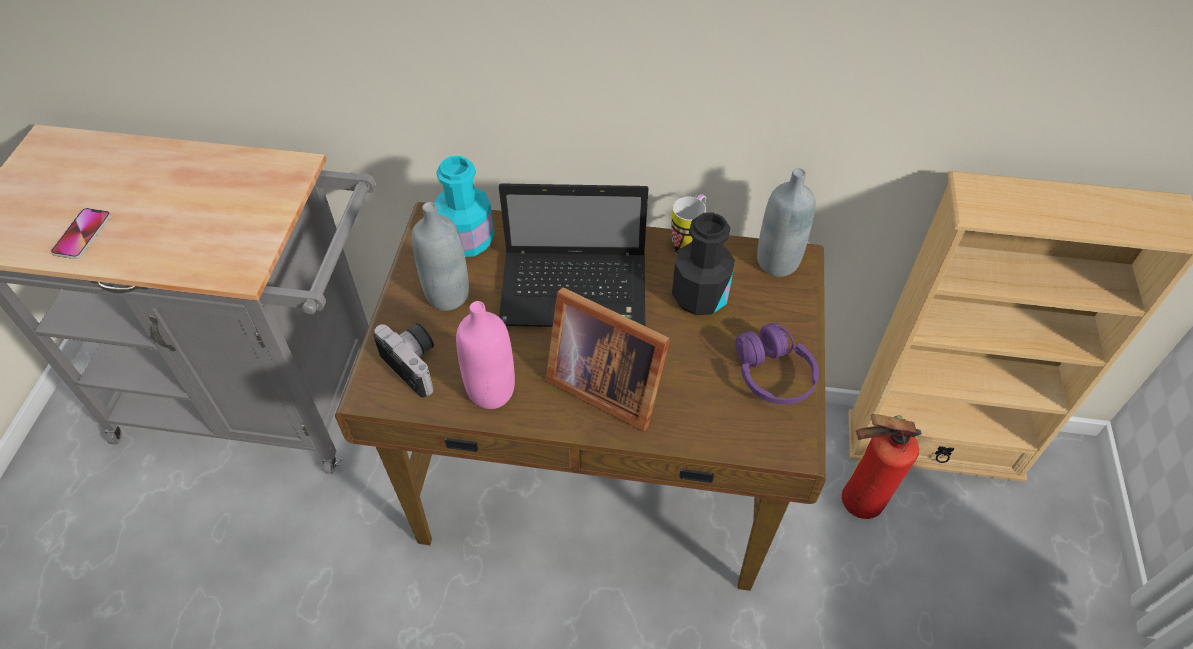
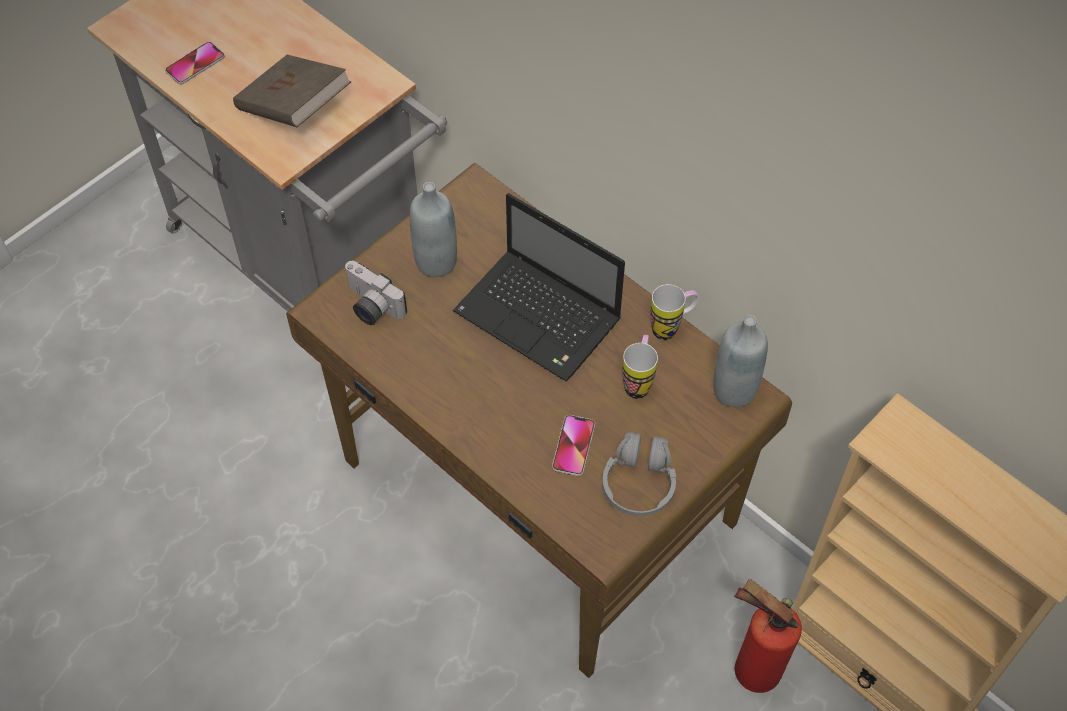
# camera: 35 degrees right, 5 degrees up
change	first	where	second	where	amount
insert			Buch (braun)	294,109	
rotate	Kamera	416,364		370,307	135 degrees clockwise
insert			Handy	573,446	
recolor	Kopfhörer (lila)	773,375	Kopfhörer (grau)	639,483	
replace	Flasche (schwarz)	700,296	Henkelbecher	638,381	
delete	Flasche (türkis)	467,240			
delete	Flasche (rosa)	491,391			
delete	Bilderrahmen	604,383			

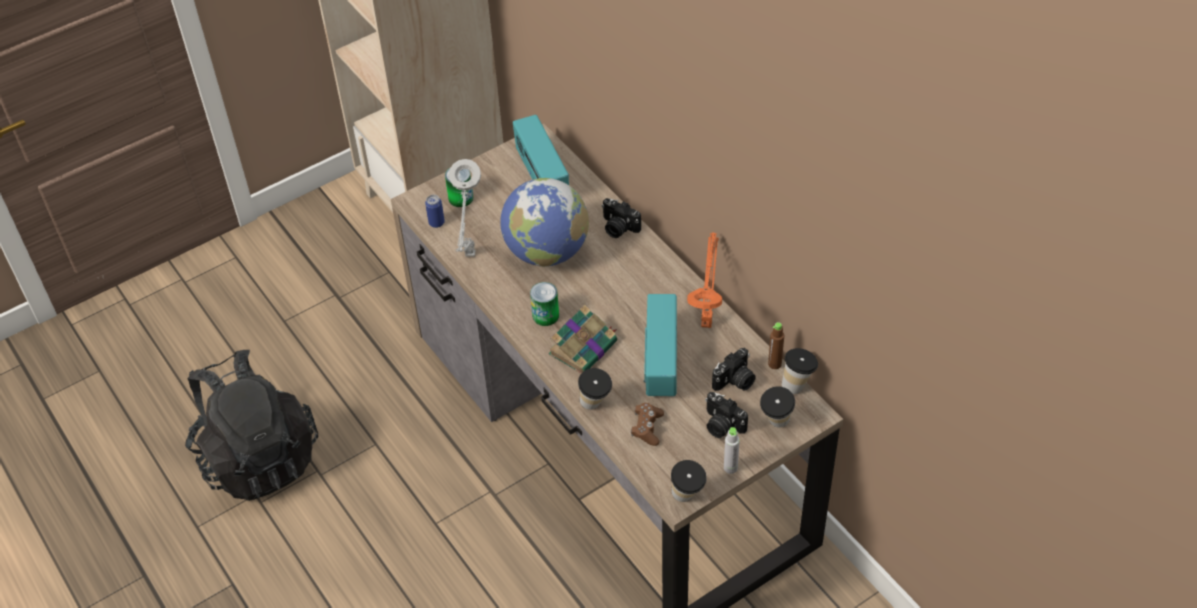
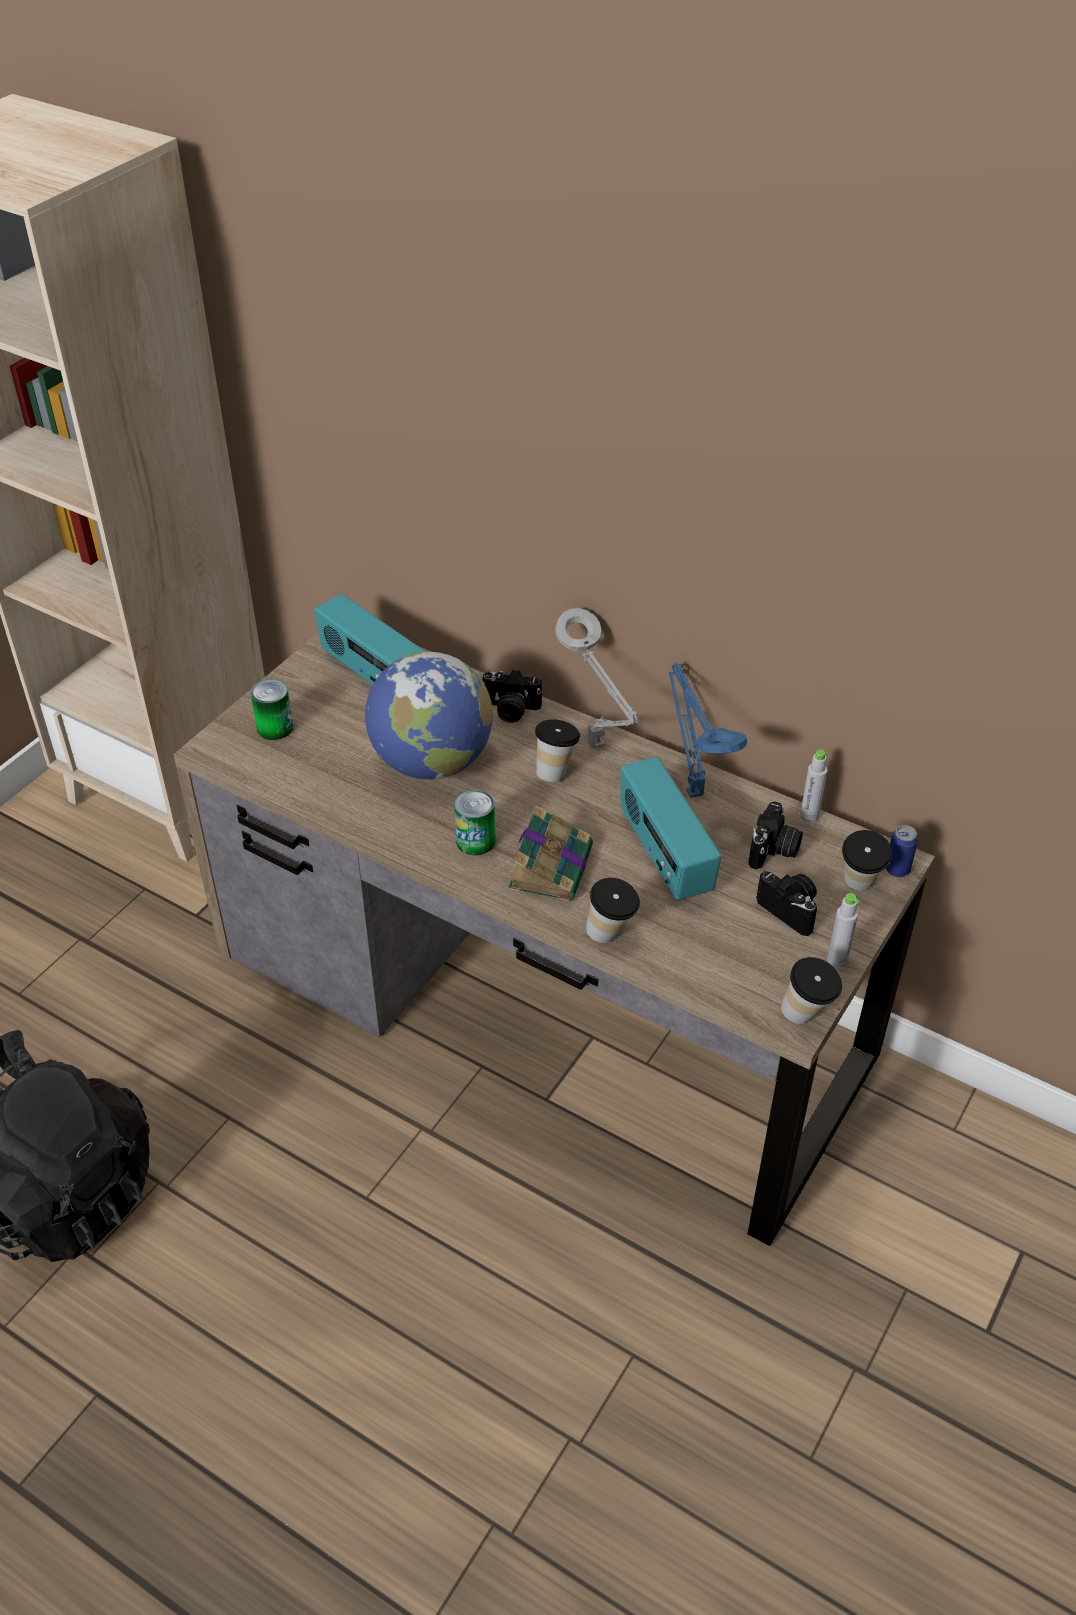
# camera: 25 degrees left, 5 degrees down
change	first	where	second	where	amount
move	Tasse	797,384		556,771	
move	Tischlampe (grau)	470,257		598,748	
recolor	Tischlampe (orange)	706,322	Tischlampe (blau)	693,790	
rotate	Kamera	721,425		791,910	150 degrees counterclockwise
recolor	Flasche (braun)	774,364	Flasche (grau)	809,815	
move	Dose	436,223		897,869	
delete	Gamepad (braun)	647,428			

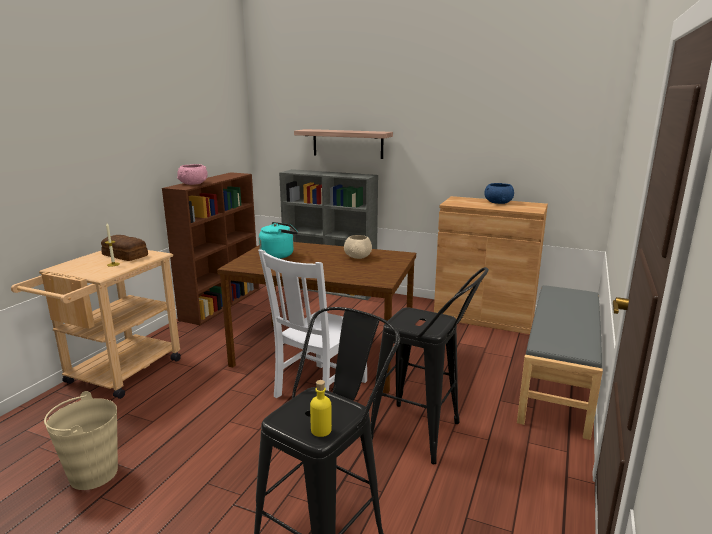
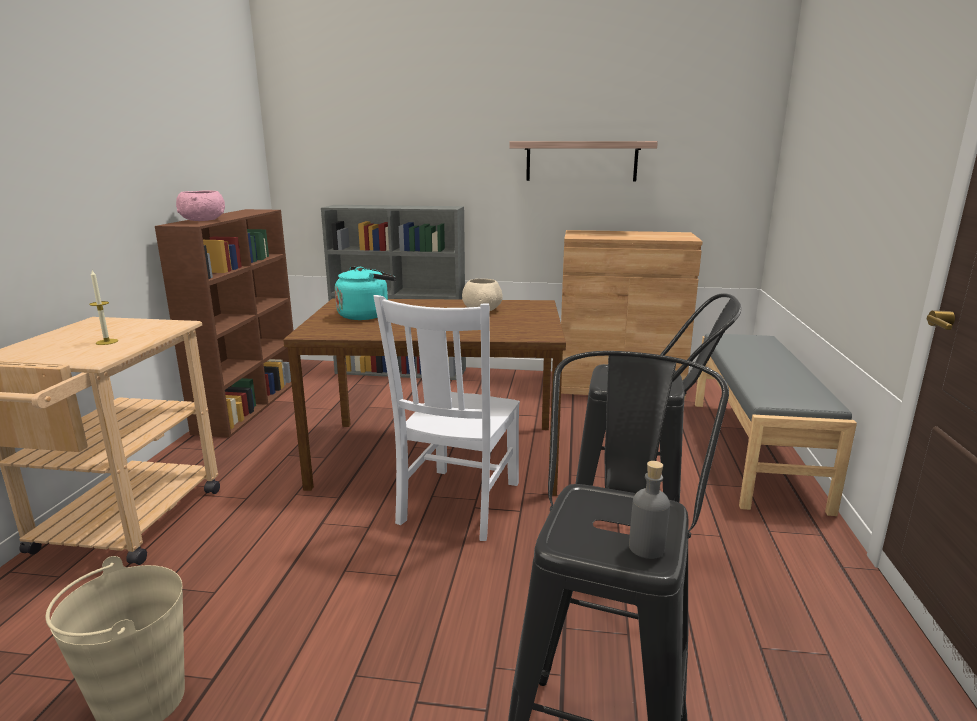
# camera: 15 degrees left, 0 degrees up
change	first	where	second	where	amount
move	Wandregal	347,143		581,161	
recolor	Flasche (gelb)	321,430	Flasche (grau)	646,548	
delete	Brot	125,255			
delete	Schüssel (blau)	498,202			

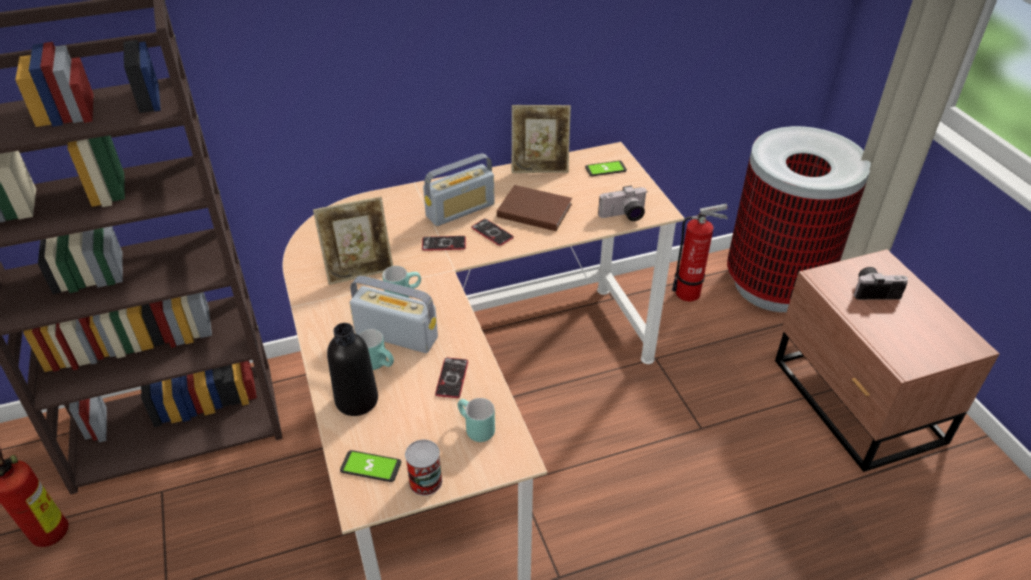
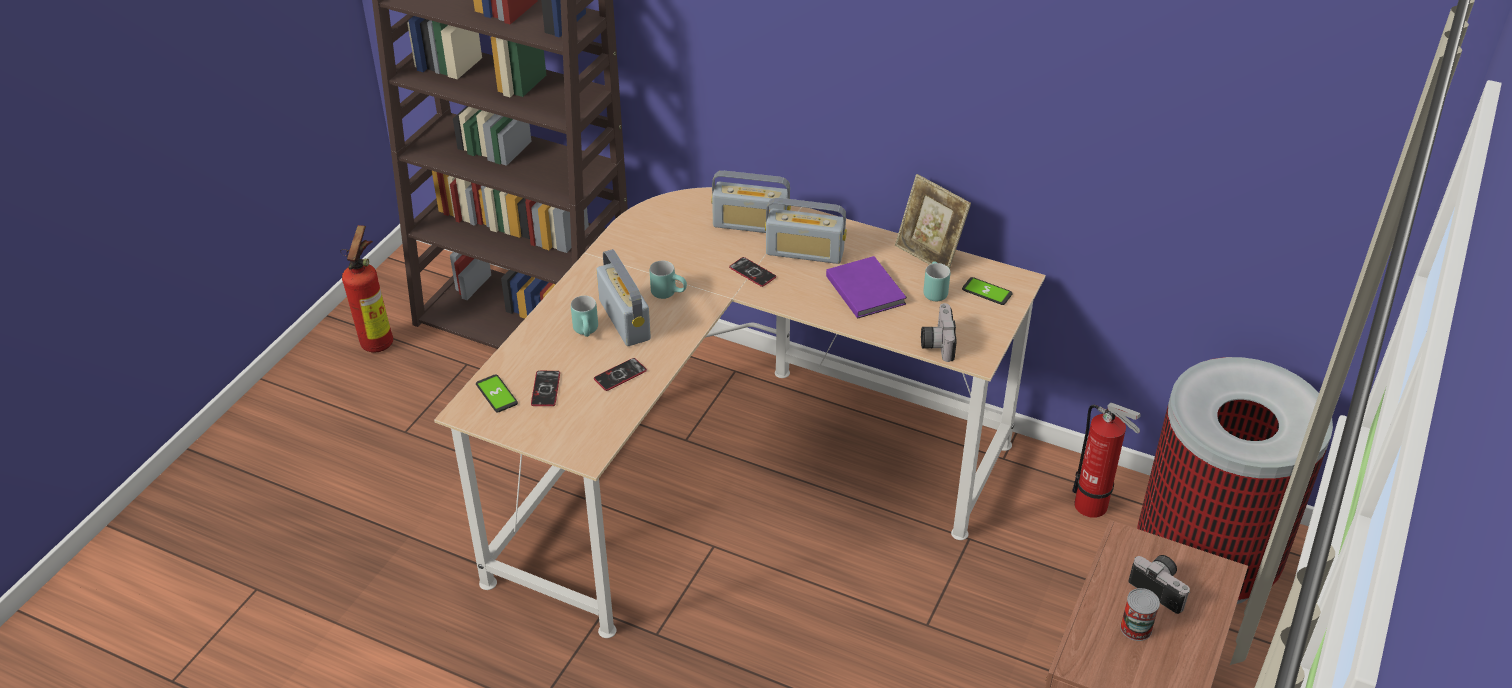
# camera: 45 degrees right, 0 degrees up
change	first	where	second	where	amount
move	Handy	492,233		545,389	
insert			Radio	751,224	
recolor	Buch (braun)	533,209	Buch (lila)	865,288	
rotate	Kamera	624,216		936,342	60 degrees clockwise
move	Henkelbecher (türkis)	474,429		932,291	
move	Dose	425,481		1136,628	
delete	Bilderrahmen	359,270			
delete	Flasche (schwarz)	356,400			

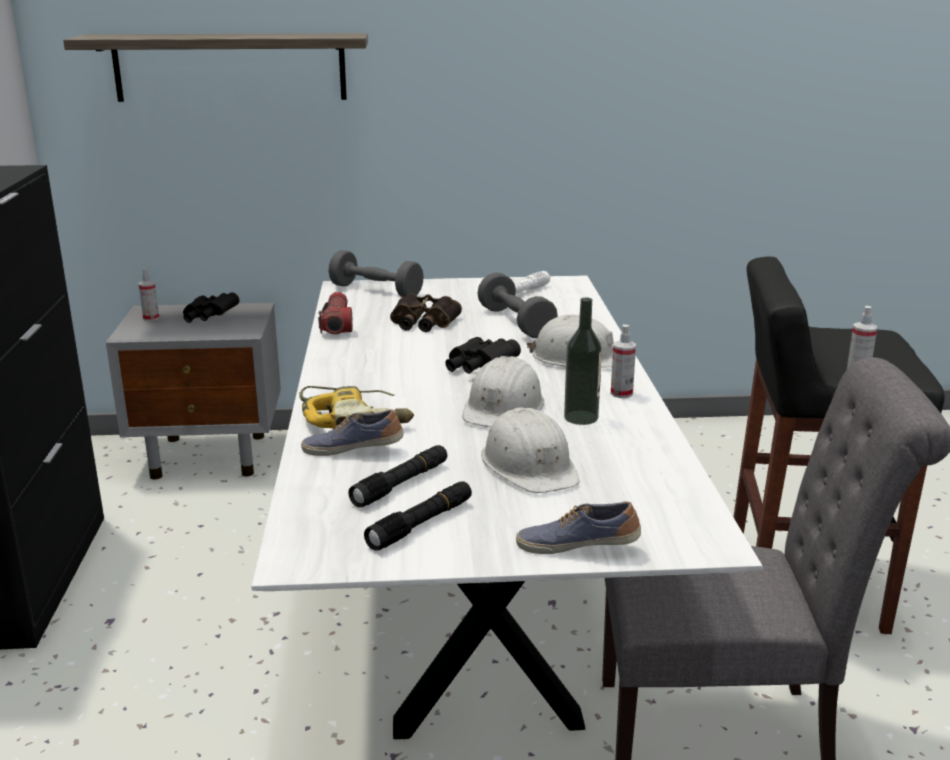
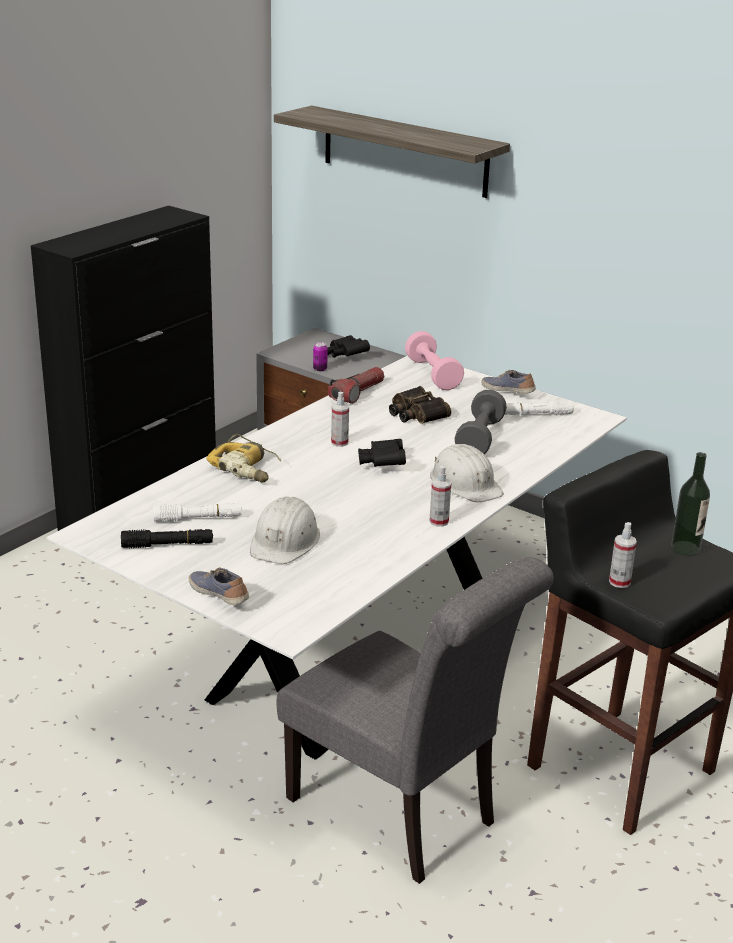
# camera: 40 degrees right, 5 degrees up
change	first	where	second	where	amount
recolor	Taschenlampe (schwarz)	401,484	Taschenlampe (weiß)	198,519	
insert			Dose	320,369	
move	Sprühflasche	151,318		339,442	
recolor	Hantel (grau)	376,291	Hantel (rosa)	433,374	
move	Schuh	353,449		508,391	
move	Flasche	581,417		685,548	
delete	Schutzhelm (weiß)	504,407			

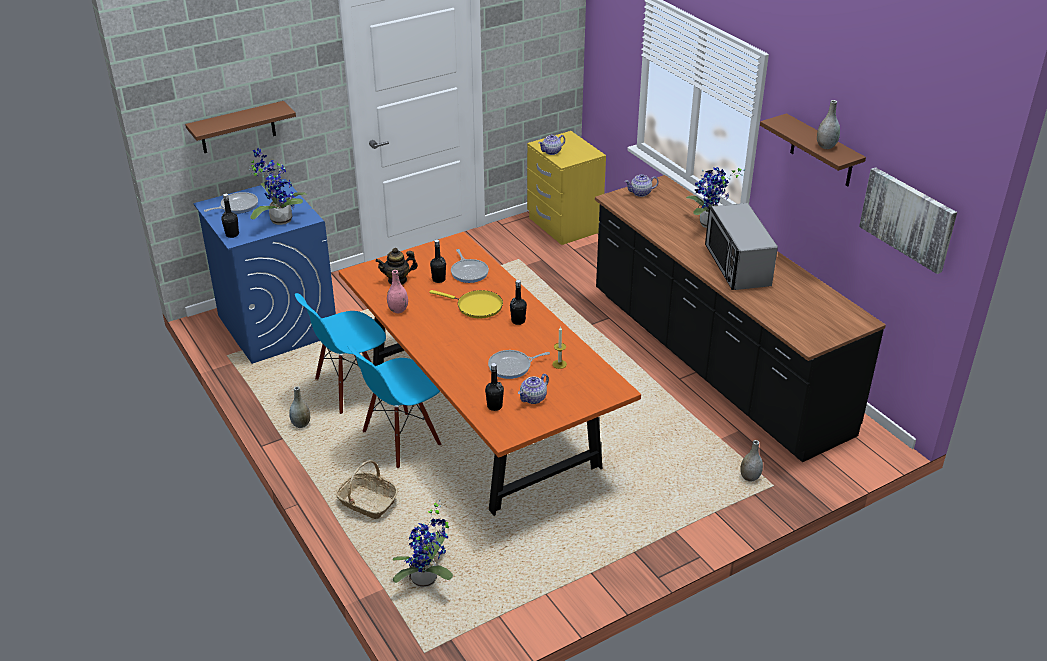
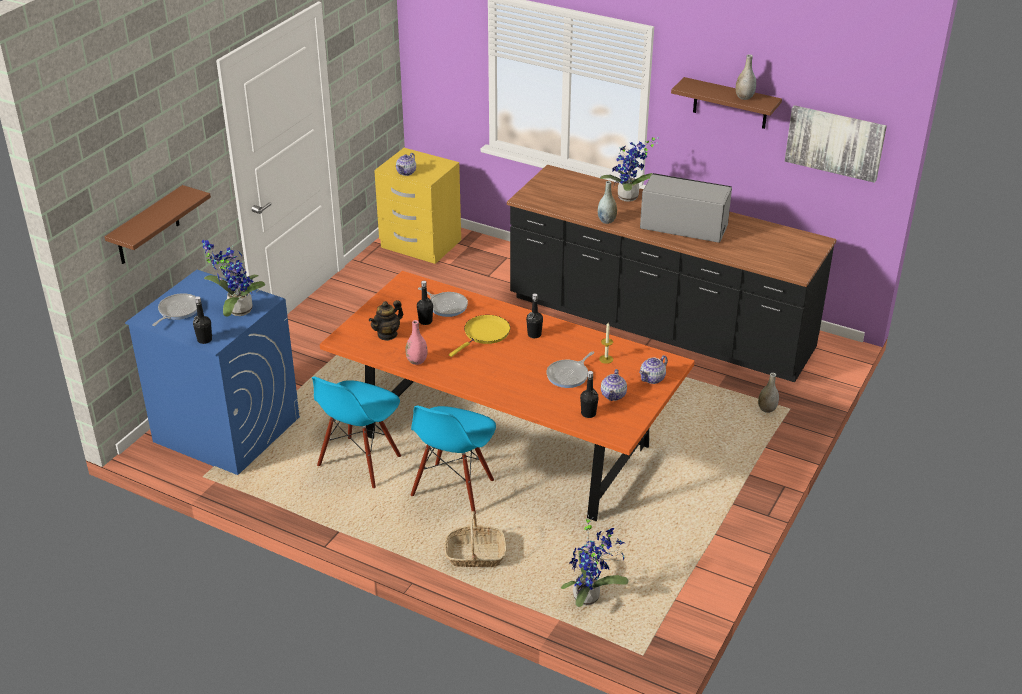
# camera: 30 degrees left, 0 degrees up
change	first	where	second	where	amount
rotate	Pfanne (gelb)	476,306		485,334	45 degrees counterclockwise
move	Vase (grau)	301,424		606,221	
move	Teekanne	641,193		652,378	
rotate	Mikrowelle	737,266		683,226	150 degrees clockwise

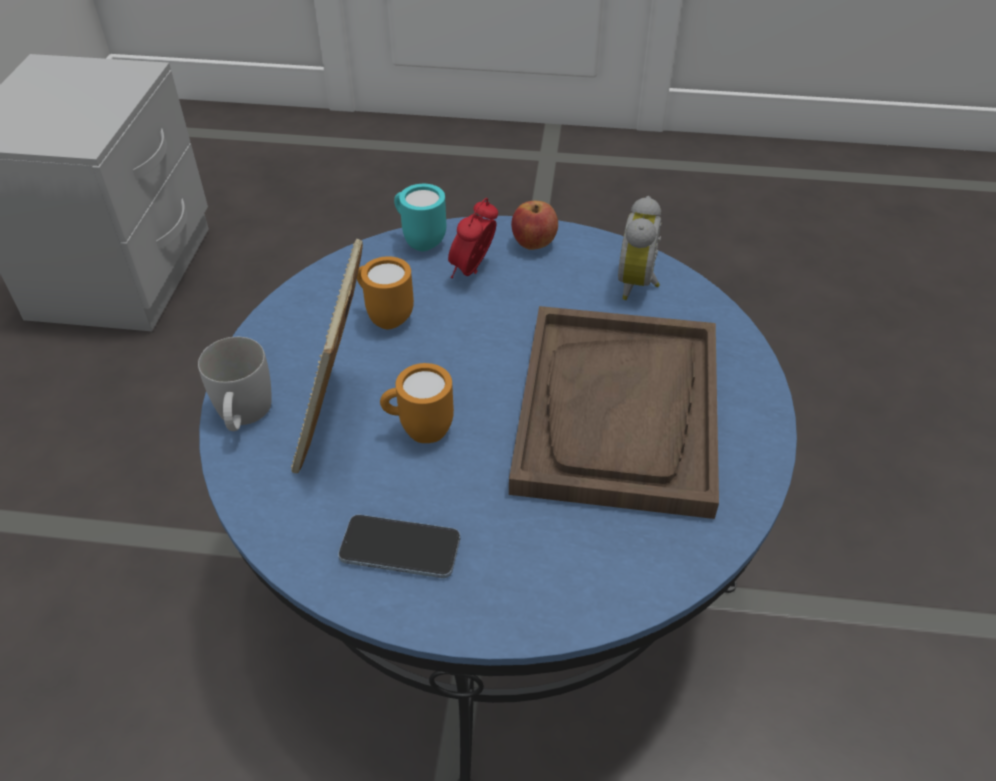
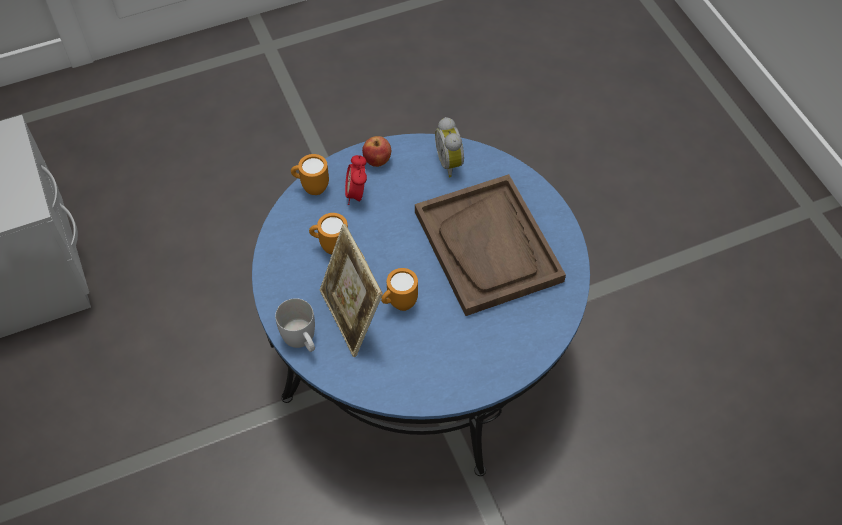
# camera: 30 degrees left, 10 degrees up
change	first	where	second	where	amount
recolor	Henkelbecher (türkis)	420,241	Henkelbecher (orange)	311,187	
delete	Handy	400,548			

